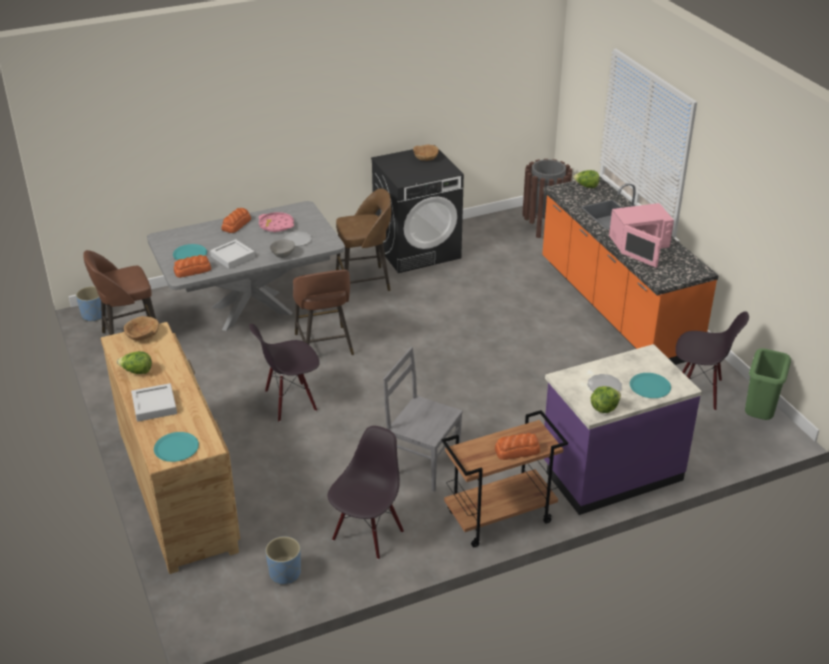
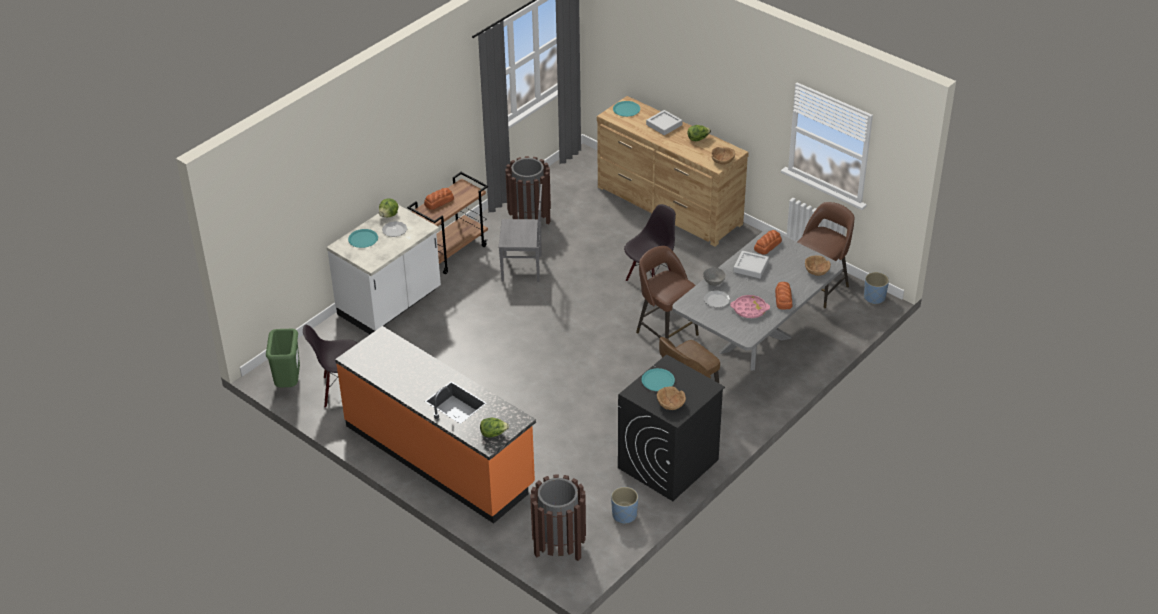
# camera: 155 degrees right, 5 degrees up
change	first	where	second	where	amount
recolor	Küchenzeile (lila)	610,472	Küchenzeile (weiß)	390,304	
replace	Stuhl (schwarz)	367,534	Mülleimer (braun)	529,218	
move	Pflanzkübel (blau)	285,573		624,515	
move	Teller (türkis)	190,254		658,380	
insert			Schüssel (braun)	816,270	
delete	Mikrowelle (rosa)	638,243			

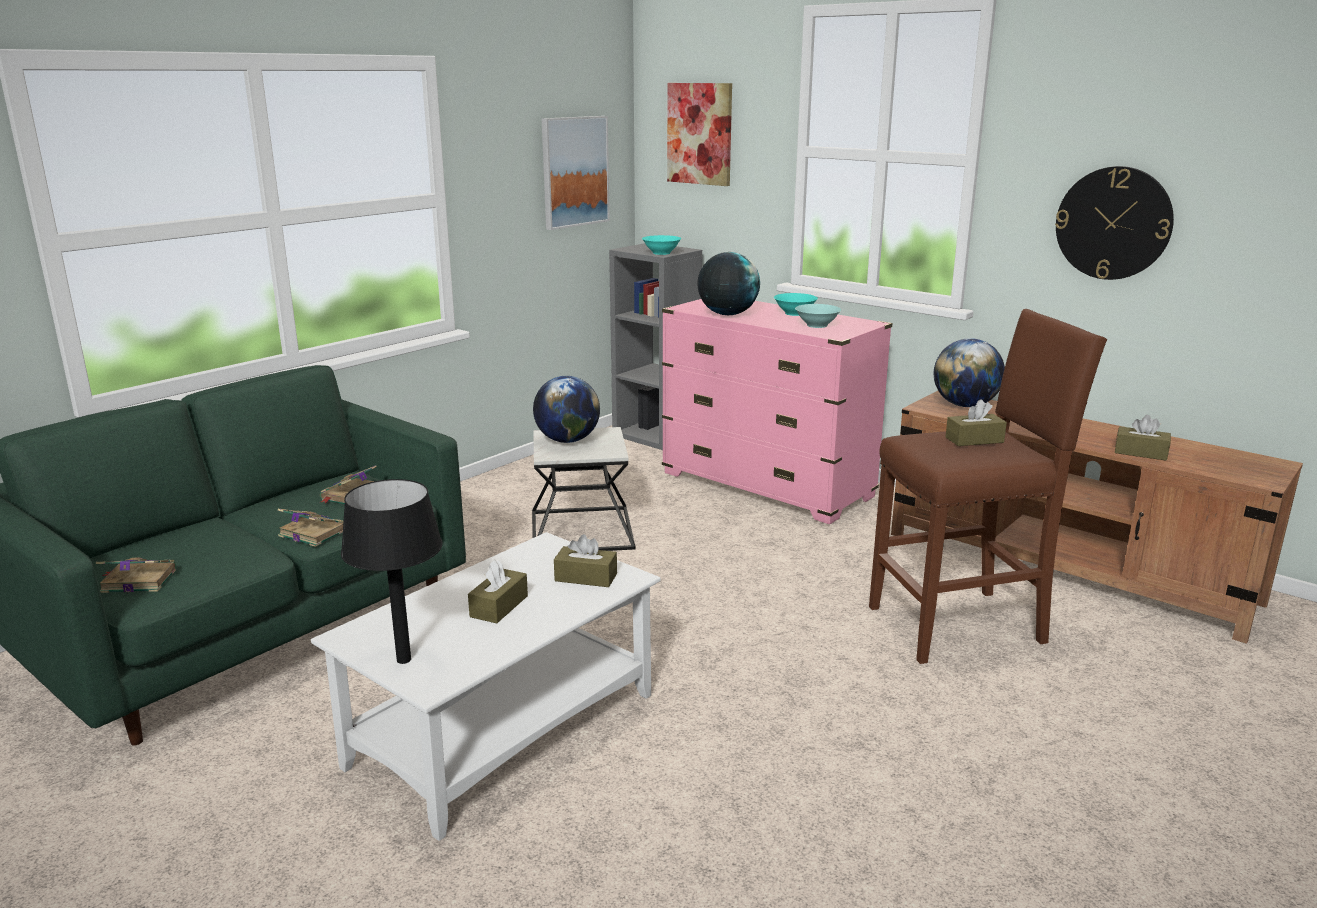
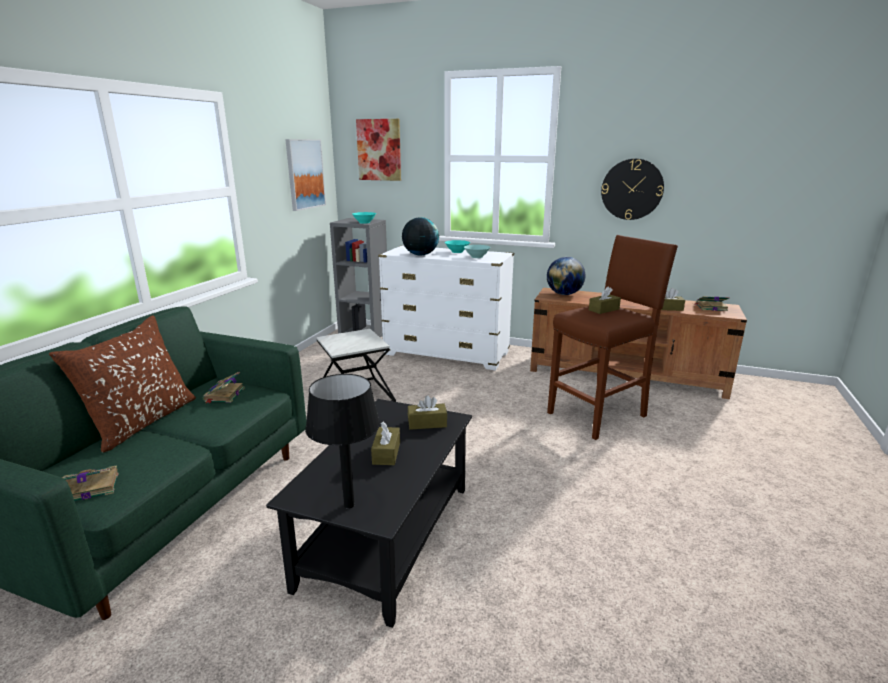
# camera: 20 degrees left, 0 degrees up
change	first	where	second	where	amount
insert			Kissen (braun)	141,422	
recolor	Couchtisch (weiß)	505,728	Couchtisch (schwarz)	387,534	
recolor	Kommode (rosa)	767,486	Kommode (weiß)	447,354	
move	Buch	311,533		710,307	
delete	Globus	567,440			

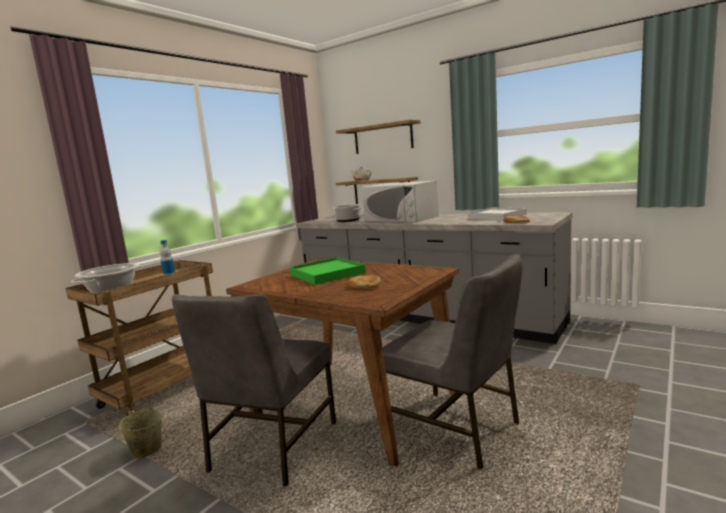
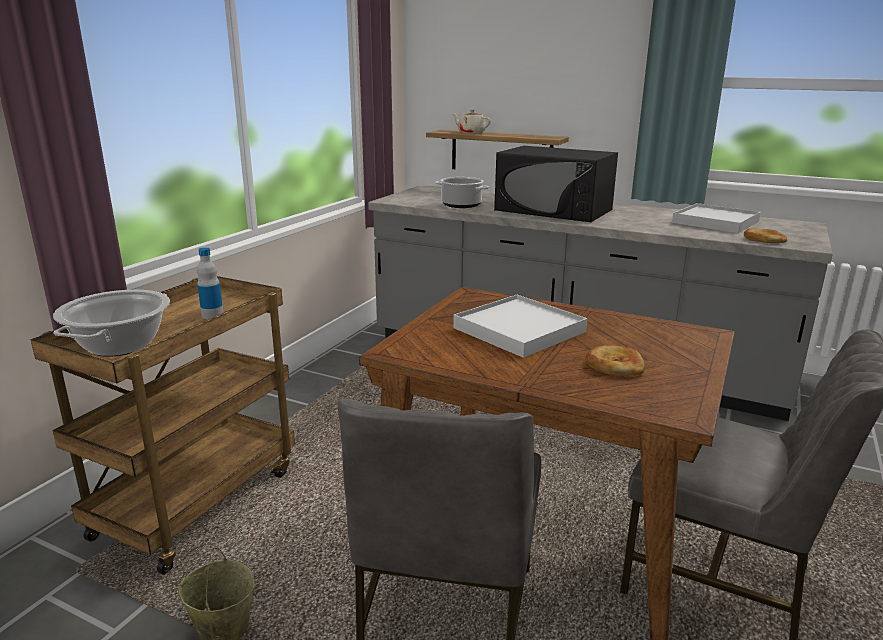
# camera: 10 degrees left, 10 degrees up
change	first	where	second	where	amount
recolor	Tablett (grün)	327,274	Tablett (weiß)	519,330	
recolor	Mikrowelle (weiß)	401,218	Mikrowelle (schwarz)	553,210	
delete	Wandregal	383,138			

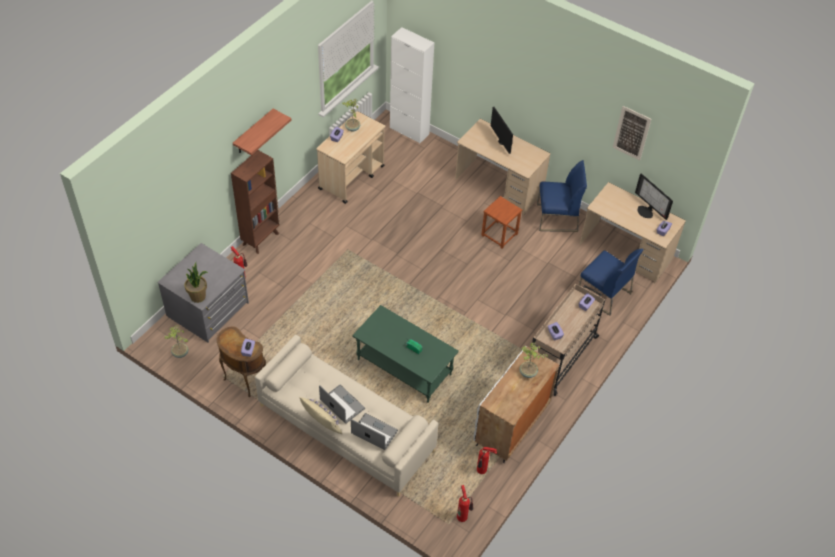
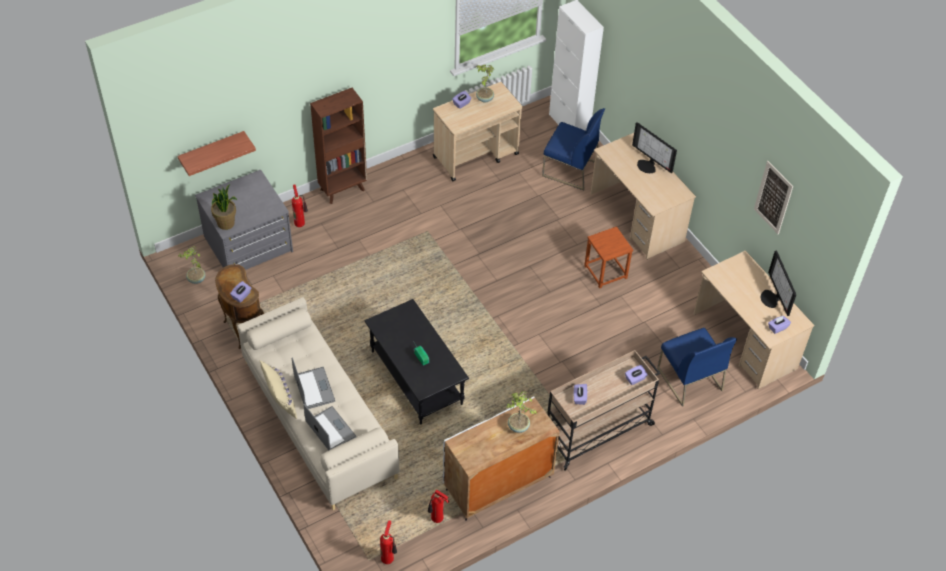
# camera: 25 degrees right, 0 degrees up
change	first	where	second	where	amount
move	Wandregal	253,132		212,151	
recolor	Couchtisch (grün)	403,367	Couchtisch (schwarz)	415,378	
move	Stuhl (blau)	556,218		570,169	
rotate	Monitor	503,141		648,165	135 degrees clockwise

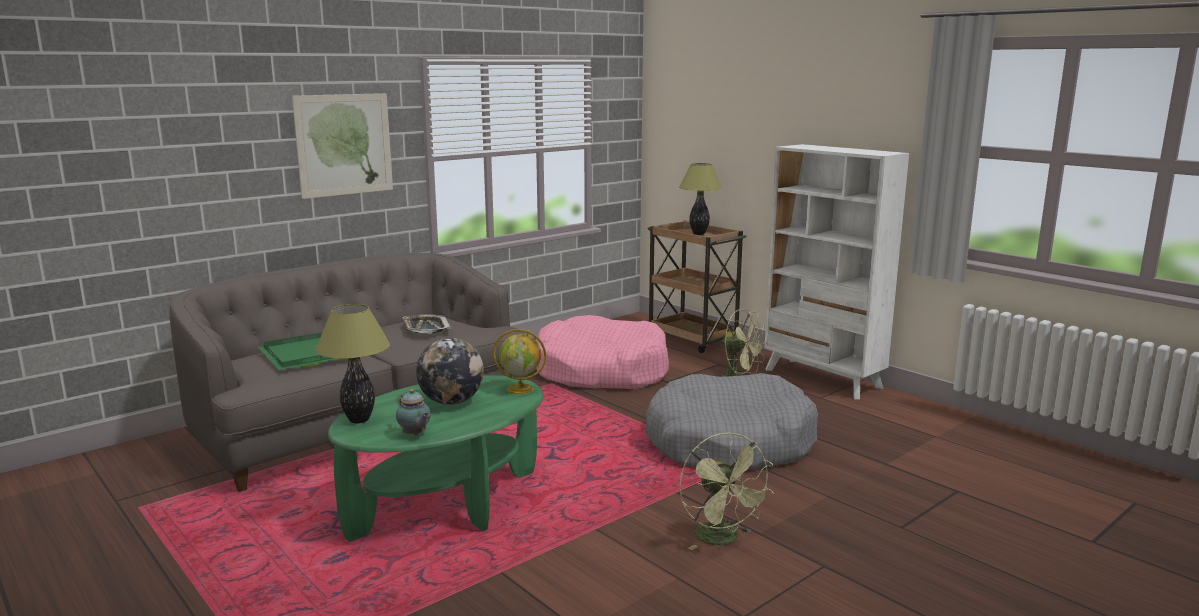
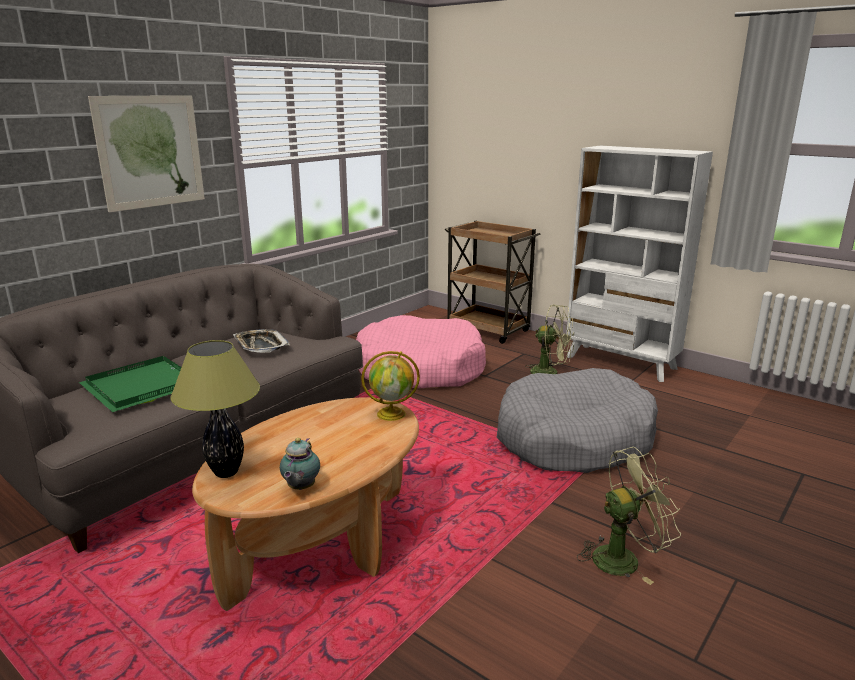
# camera: 10 degrees left, 5 degrees up
change	first	where	second	where	amount
recolor	Couchtisch (grün)	446,505	Couchtisch (braun)	322,545	
rotate	Teekanne	415,434		300,488	60 degrees clockwise
rotate	Ventilator (grün)	722,540		623,558	75 degrees counterclockwise
delete	Globus	451,402			
delete	Tischlampe	699,234			

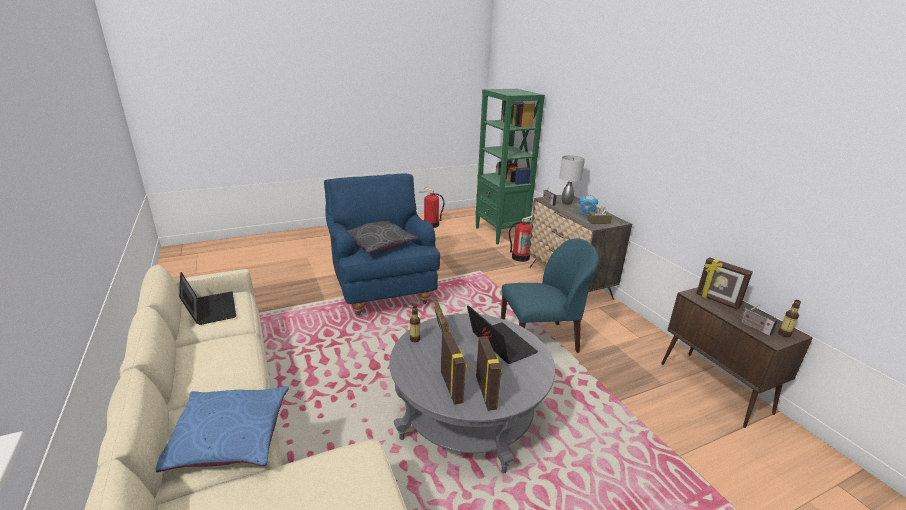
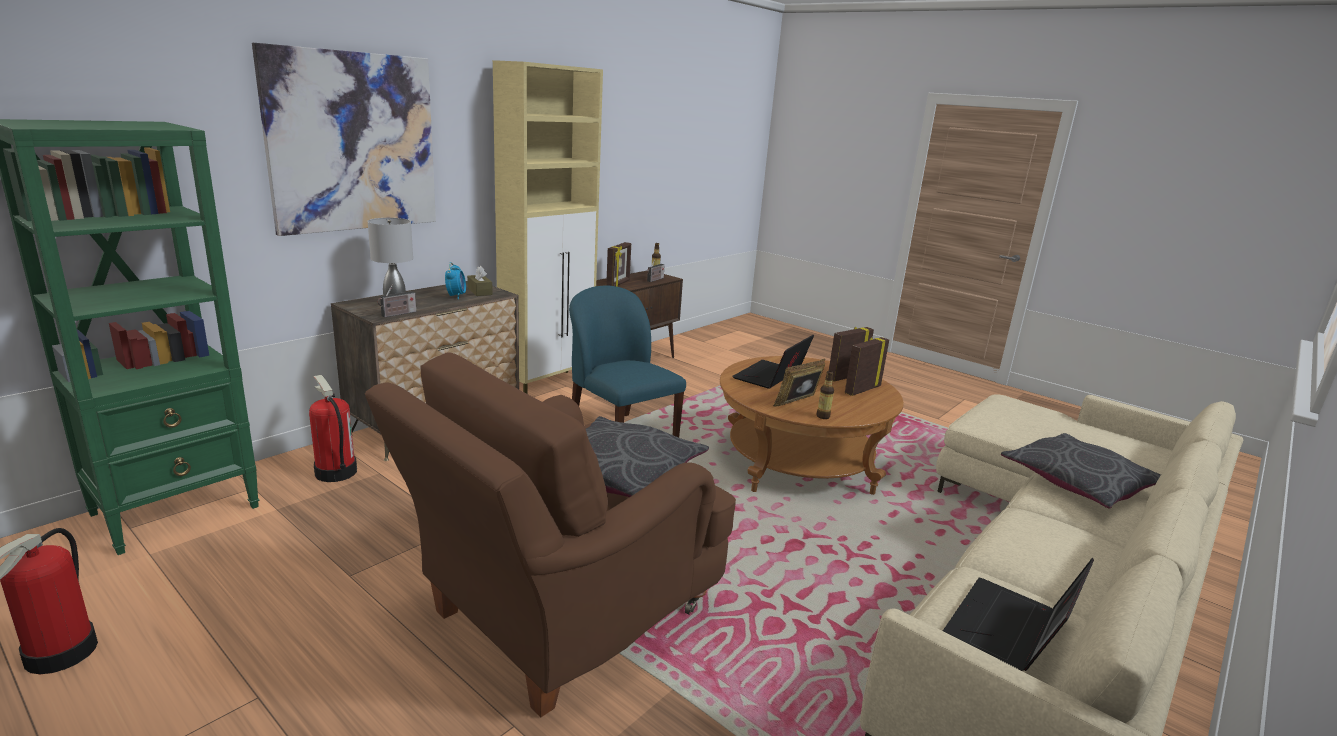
# camera: 115 degrees left, 5 degrees down
change	first	where	second	where	amount
insert			Bild	353,142	
recolor	Sessel (blau)	381,288	Sessel (braun)	561,617	
insert			Schrank (beige)	548,385	
recolor	Couchtisch (grau)	468,417	Couchtisch (braun)	798,463	
recolor	Kissen (blau)	228,437	Kissen (grau)	1079,482	

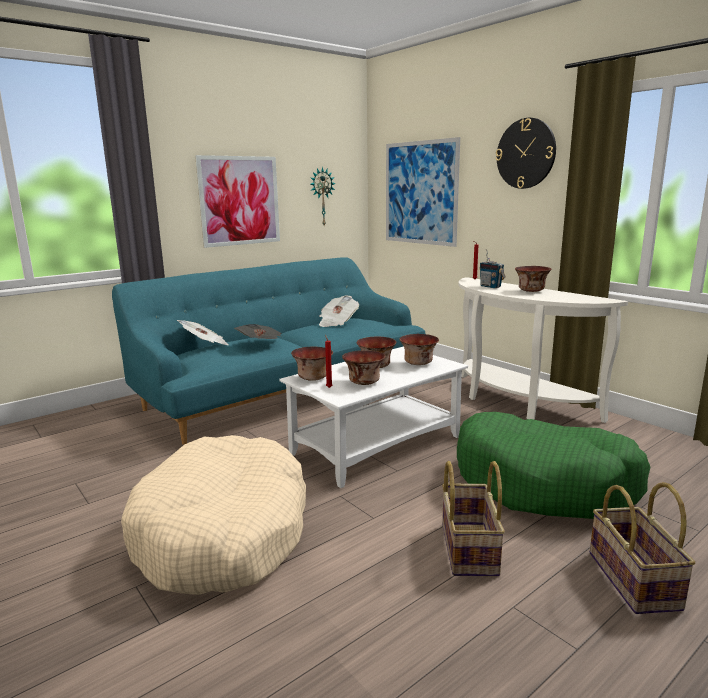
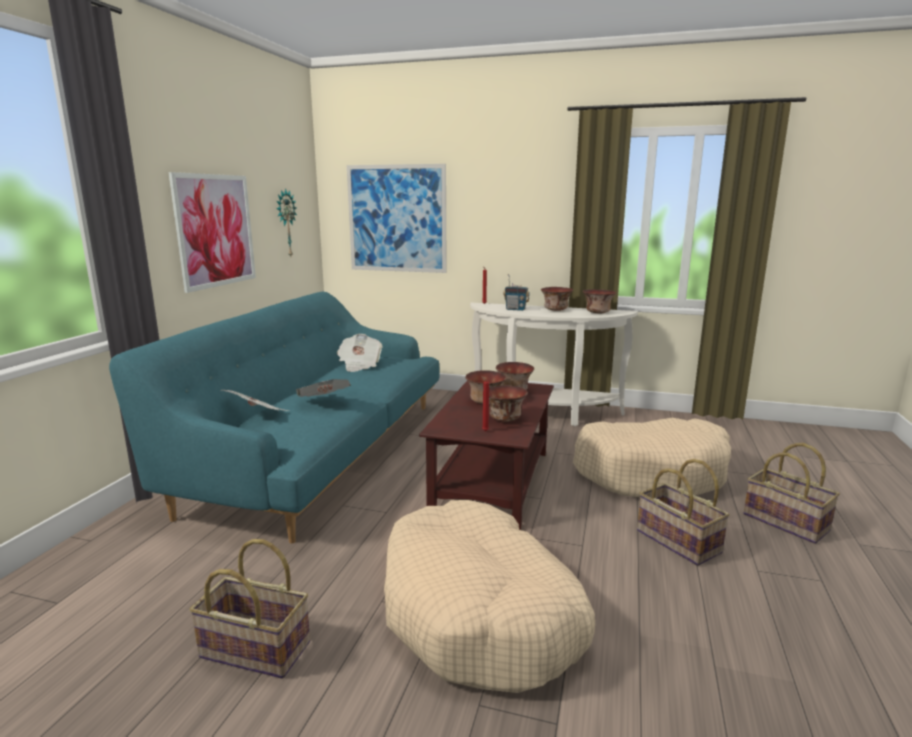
# camera: 35 degrees left, 0 degrees up
change	first	where	second	where	amount
insert			Korb	254,651	
recolor	Couchtisch (weiß)	377,445	Couchtisch (braun)	492,481	
recolor	Hundebett (grün)	544,483	Hundebett (beige)	651,473	
move	Schüssel	312,378		597,312	
delete	Wanduhr	526,153			

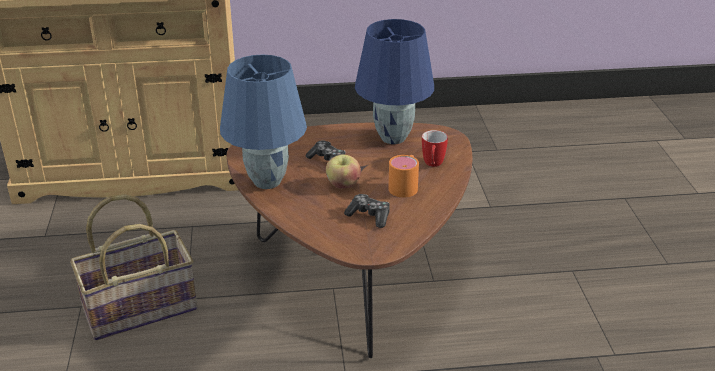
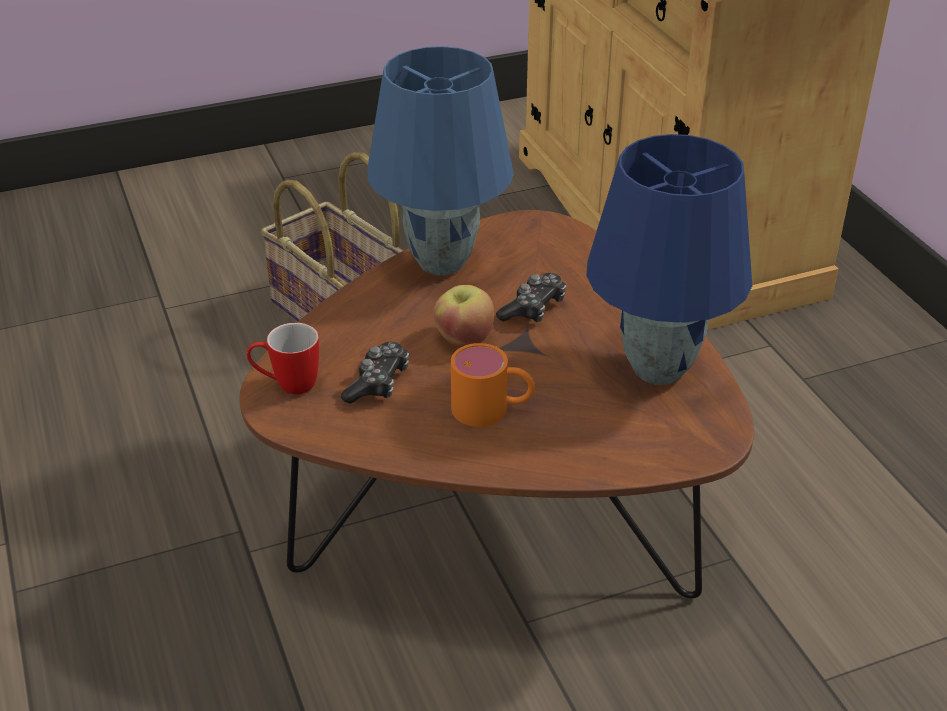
# camera: 75 degrees right, 5 degrees up
change	first	where	second	where	amount
move	Henkelbecher	433,165		287,385	

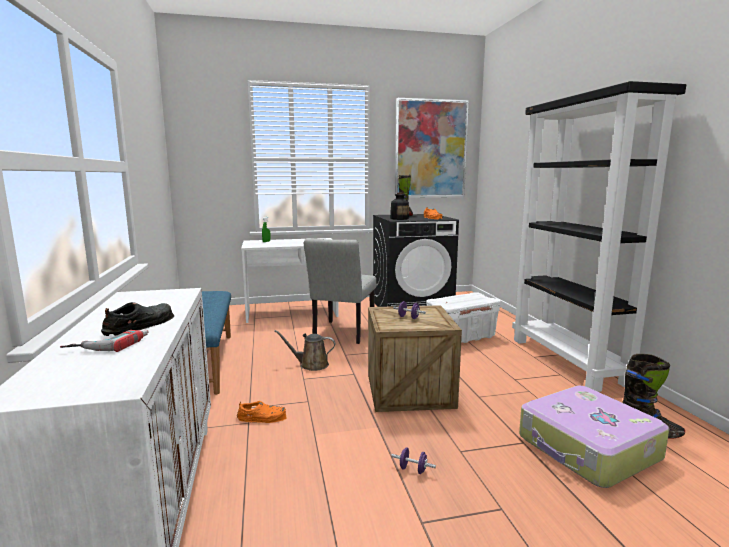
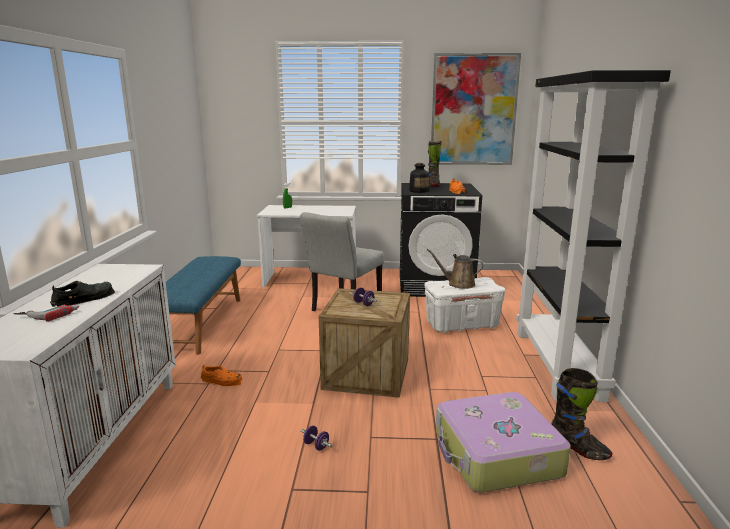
# camera: 15 degrees right, 5 degrees up
change	first	where	second	where	amount
move	Gießkanne (braun)	311,365		458,284	

